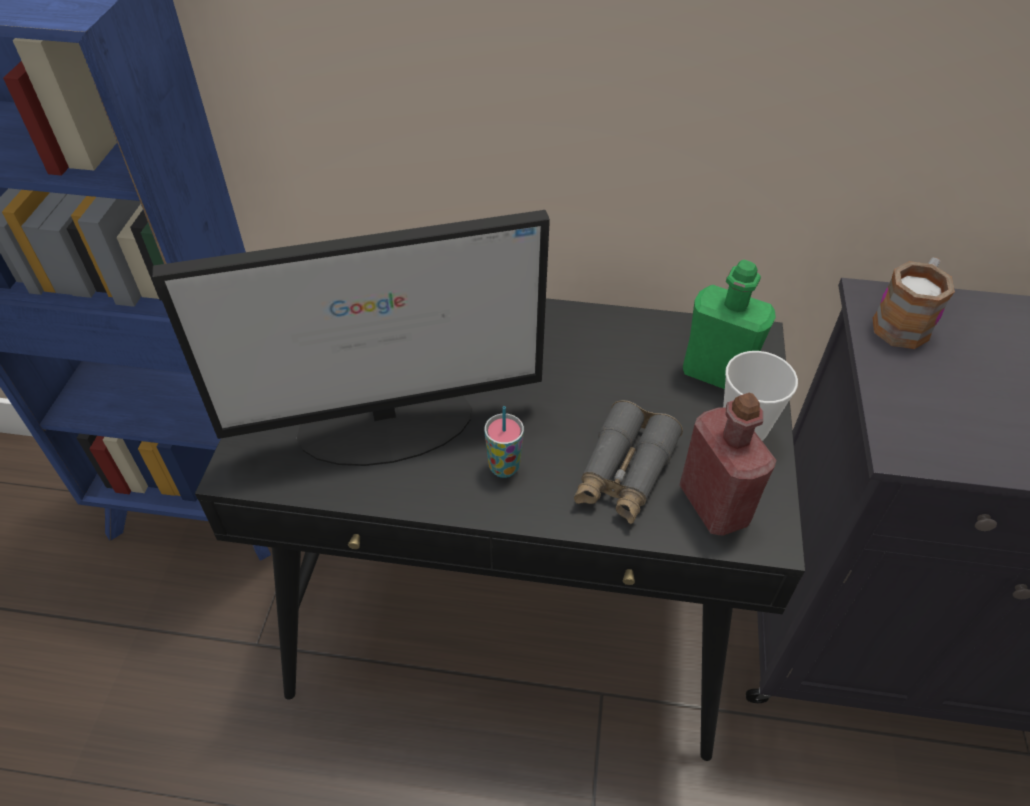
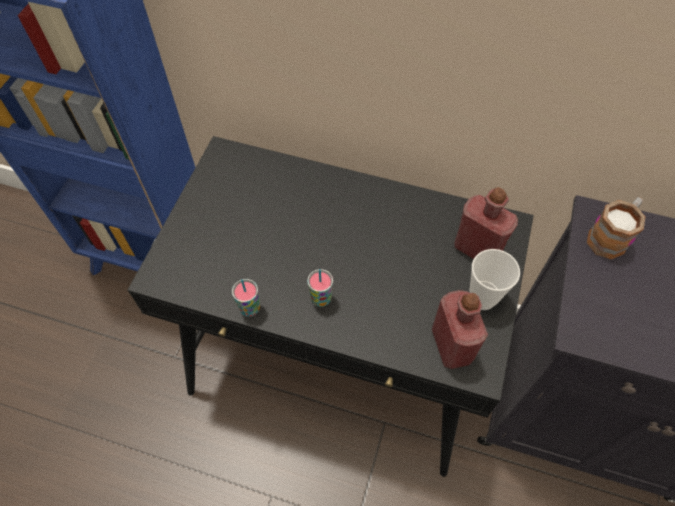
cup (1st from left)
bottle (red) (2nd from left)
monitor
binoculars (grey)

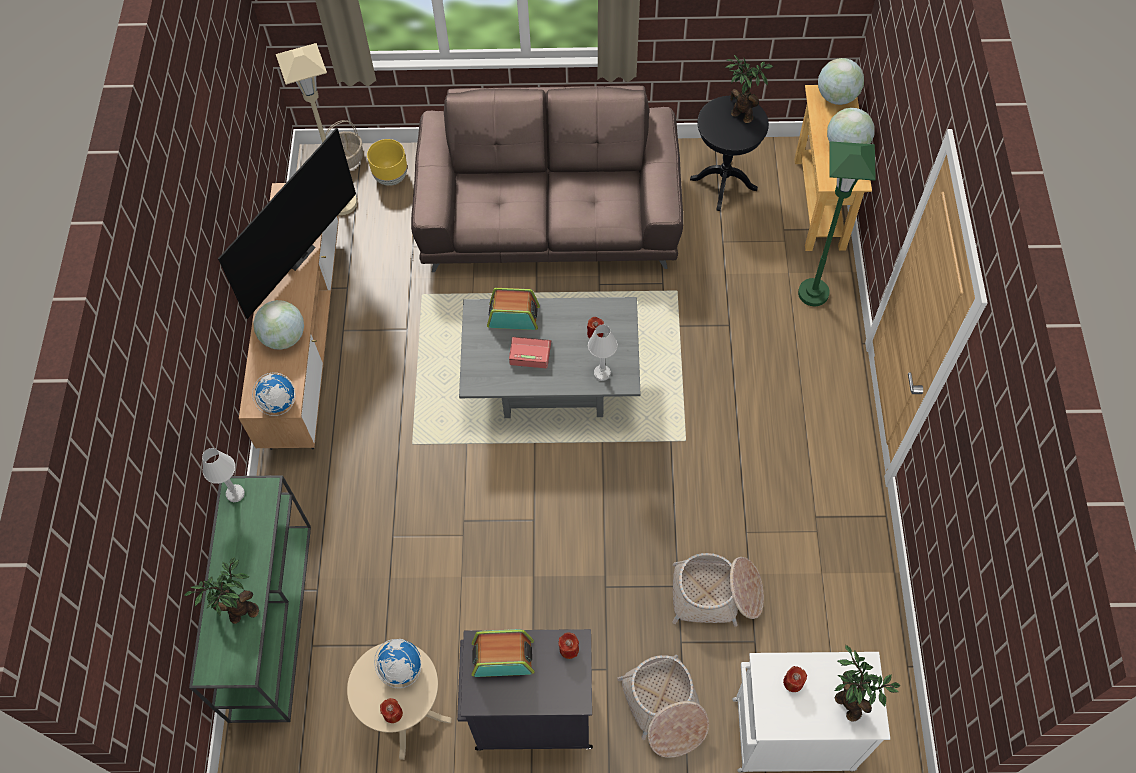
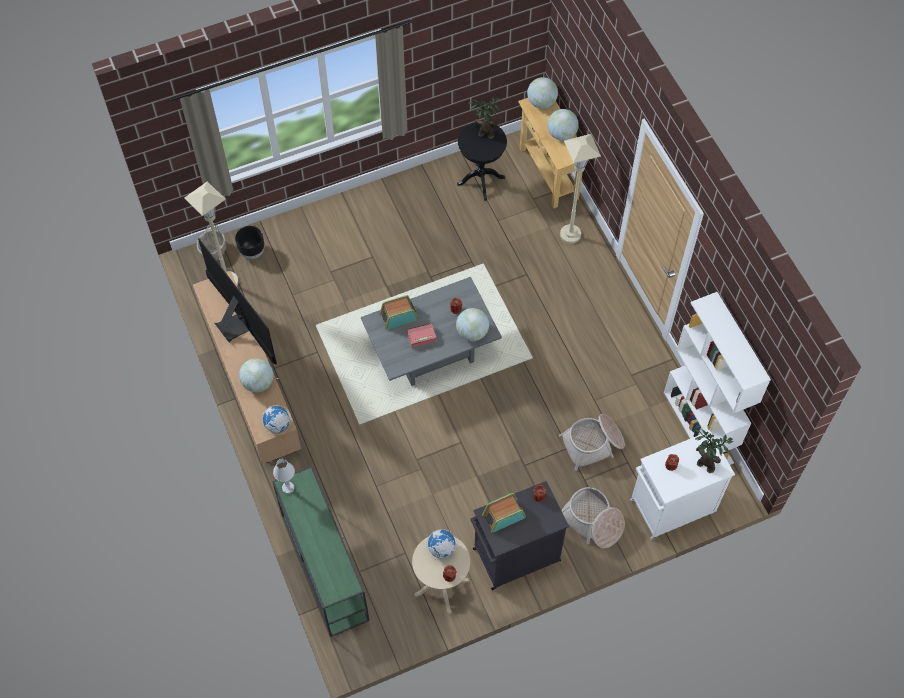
television
planter (black)
globe (4th from left)
floor lamp (beige) (2nd from left)
bookcase (white)
potted plant (1st from left in the first image)
sofa (brown)

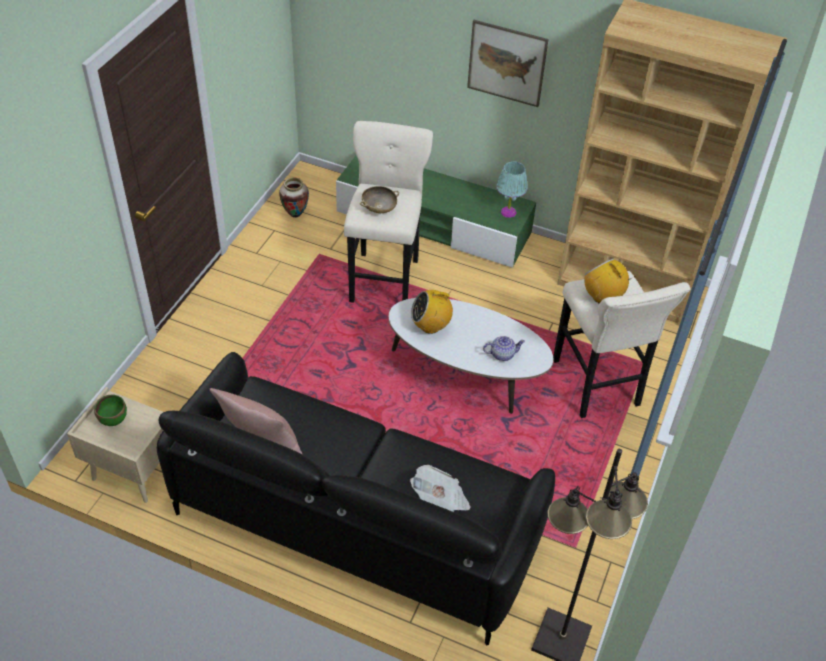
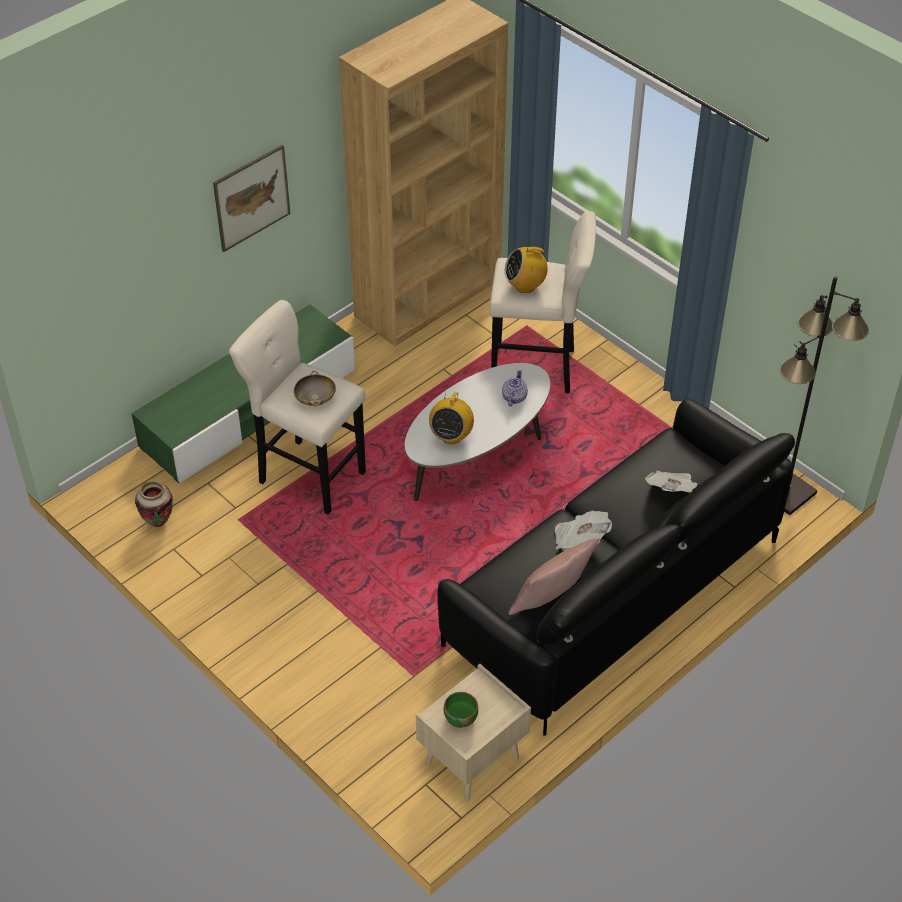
newspaper (1st from left)
table lamp (turquoise)

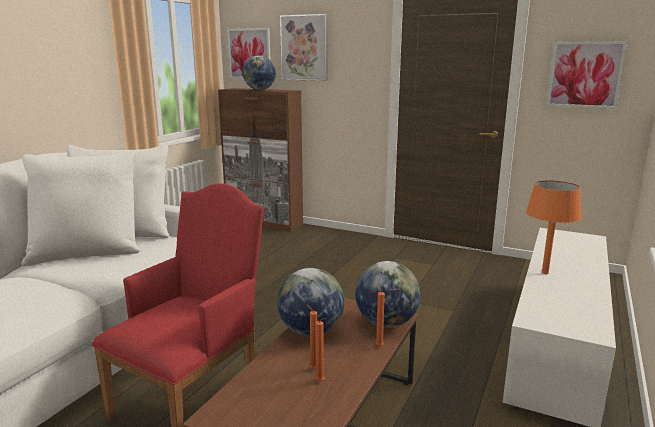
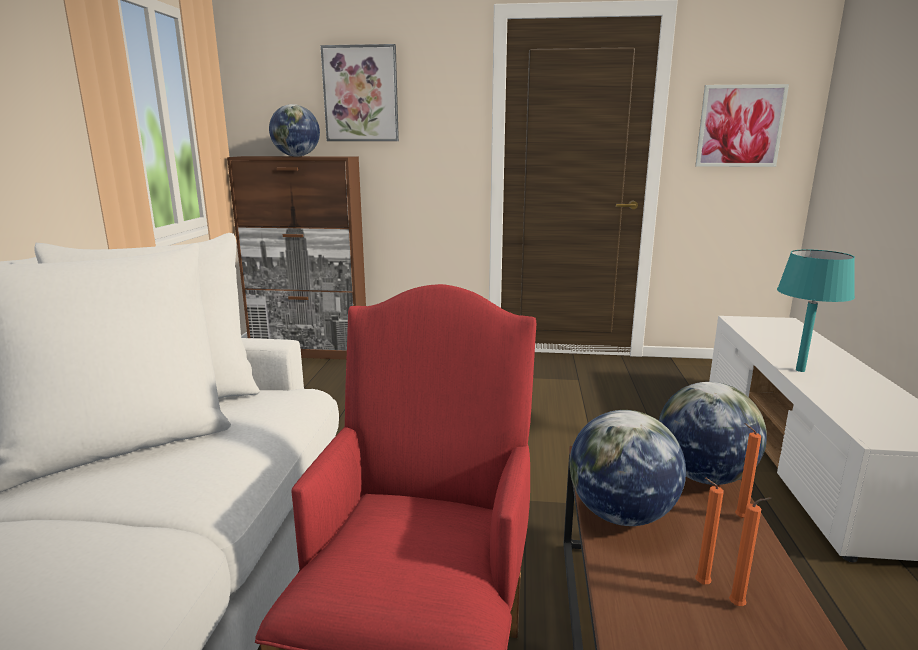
table lamp (turquoise)
picture (1st from left in the first image)

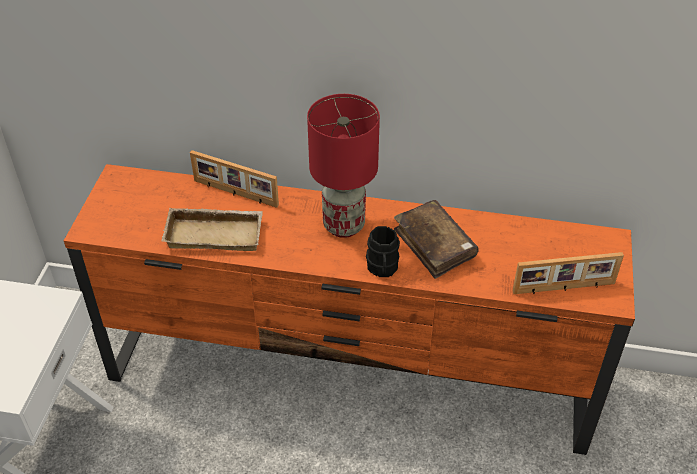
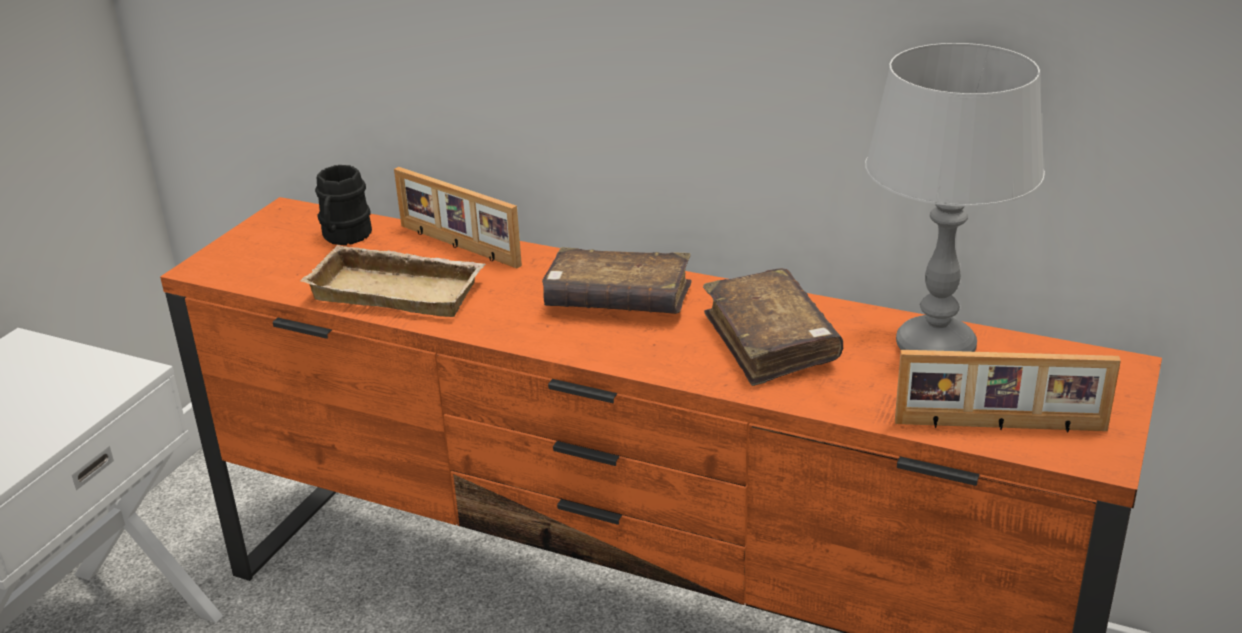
mug (black)
book (brown) (1st from left)
table lamp (grey)

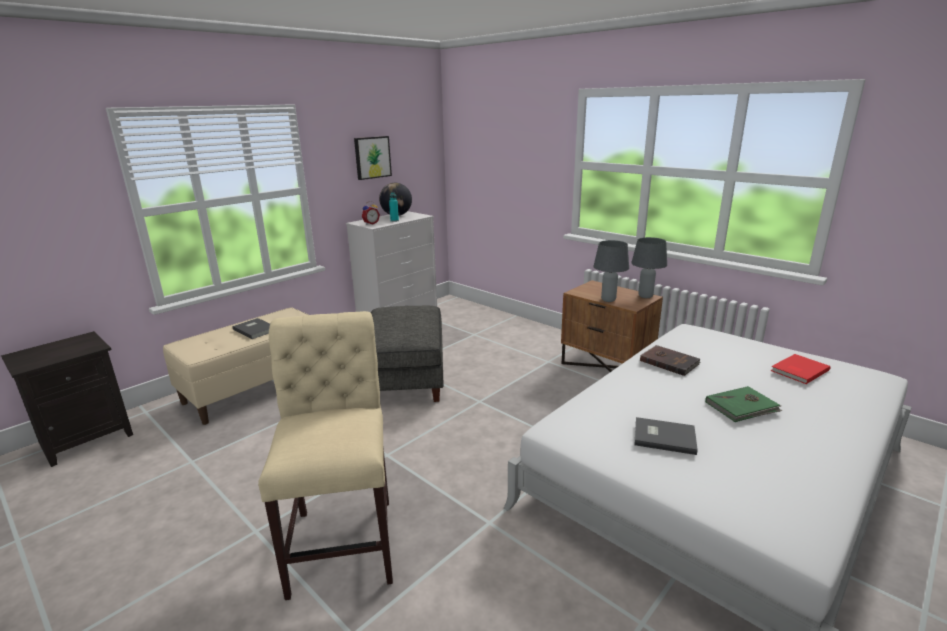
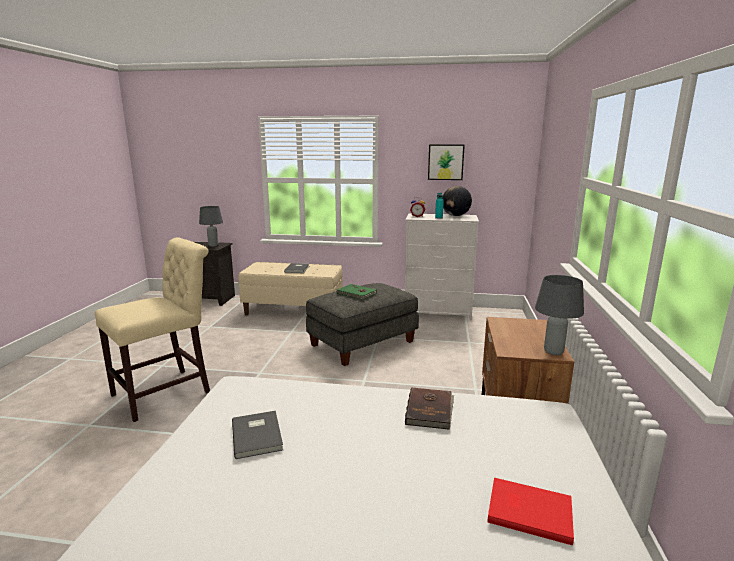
table lamp (grey) (1st from left)
book (green)

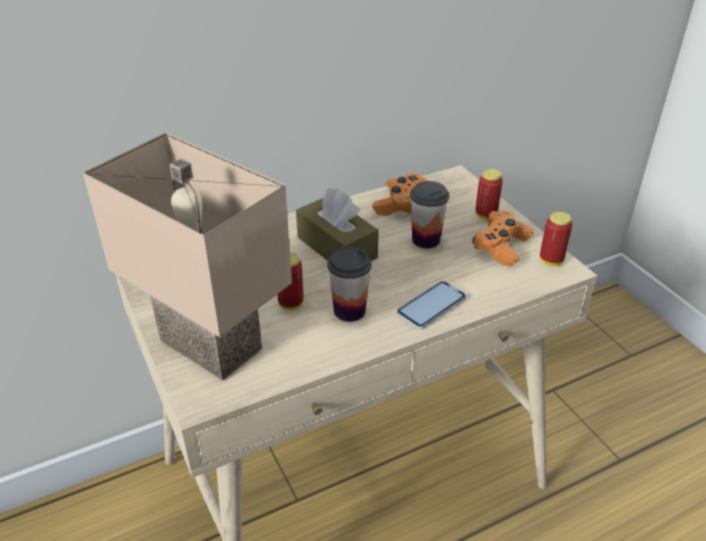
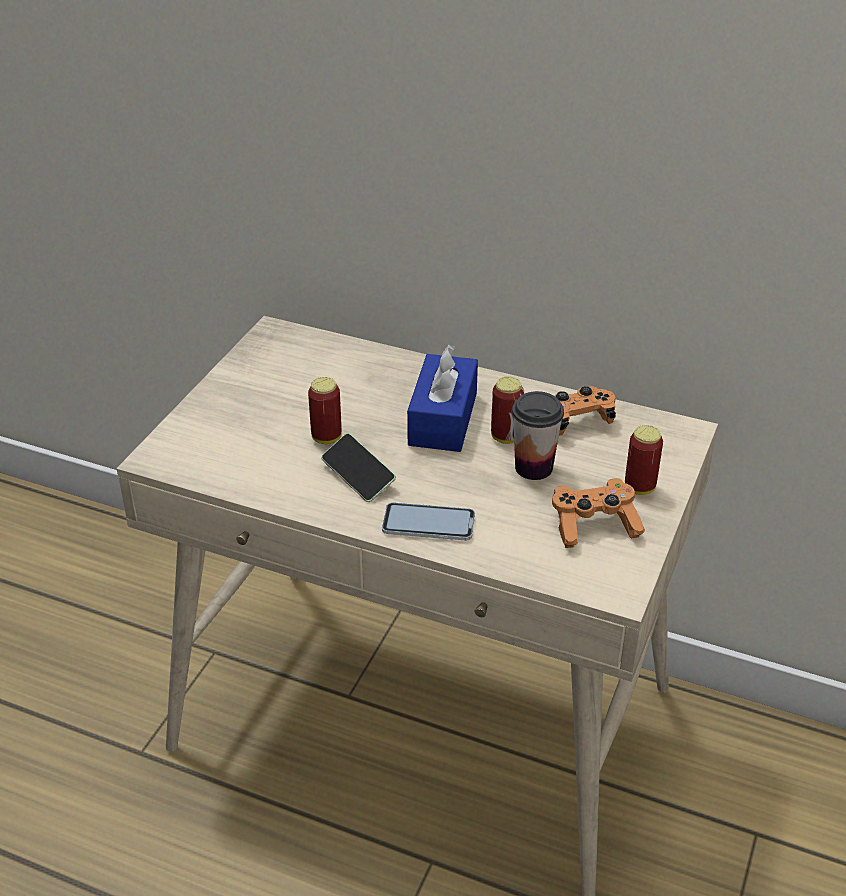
phone (1st from left)
tissue box (blue)
can (2nd from left)
table lamp (beige)

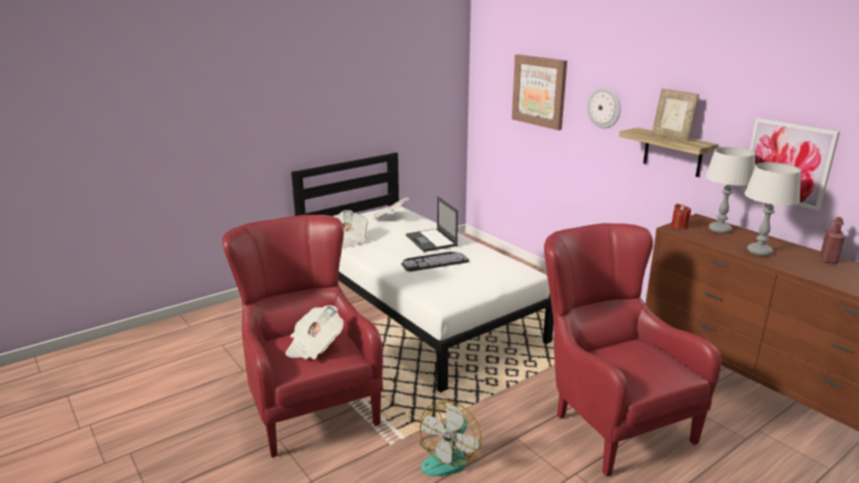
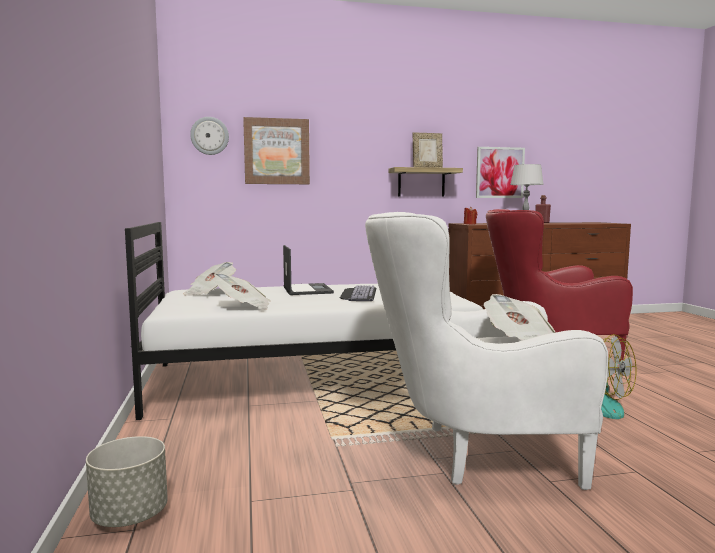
planter (grey)
wall clock
laptop
armchair (white)
table lamp (grey) (1st from left in the first image)

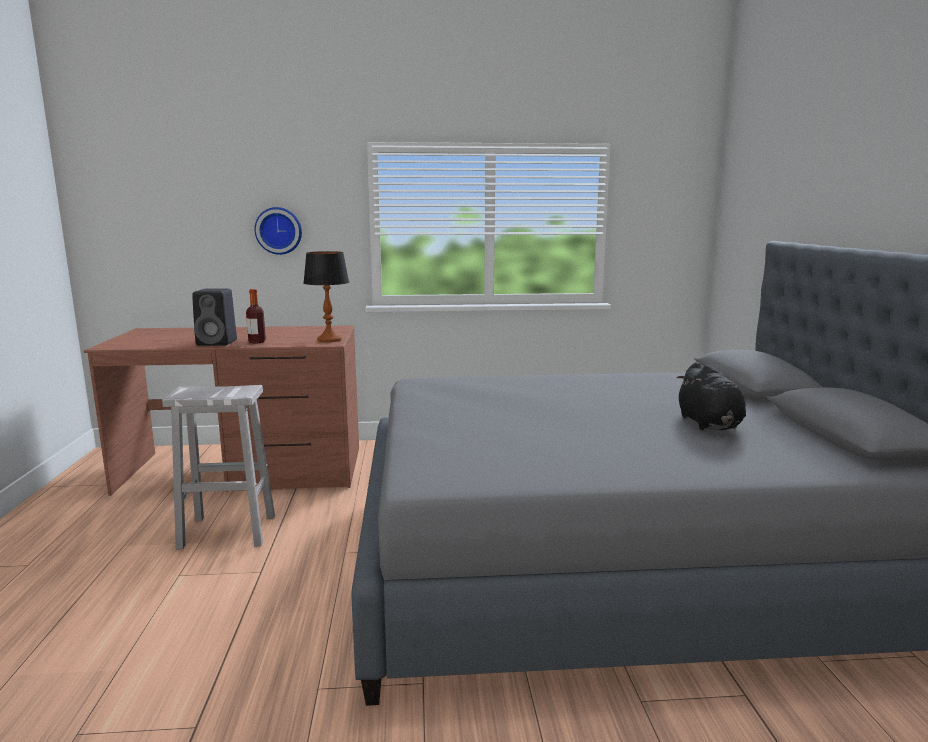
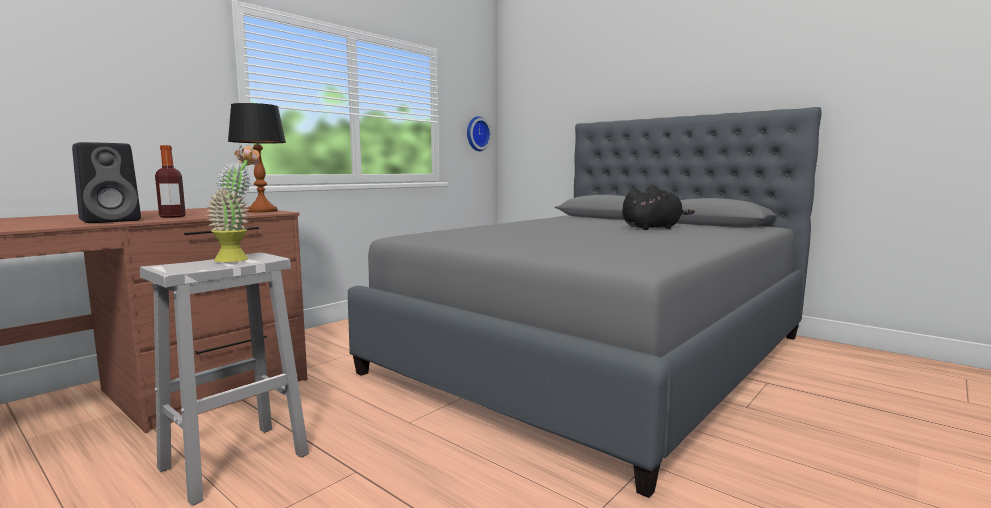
potted plant
wall clock
plush toy (black)

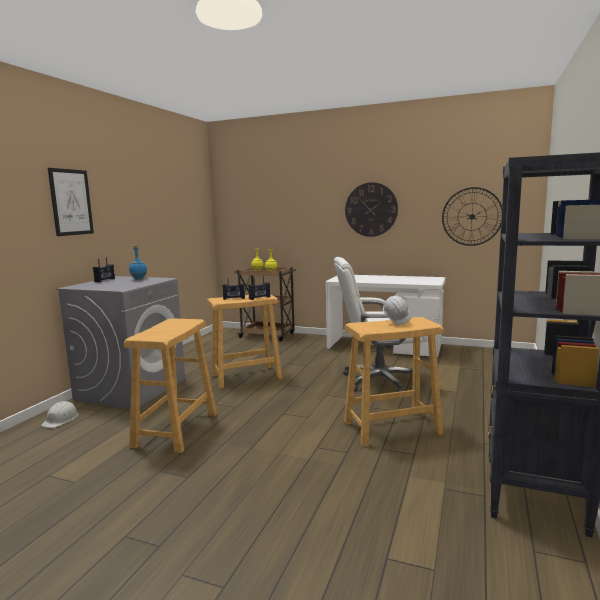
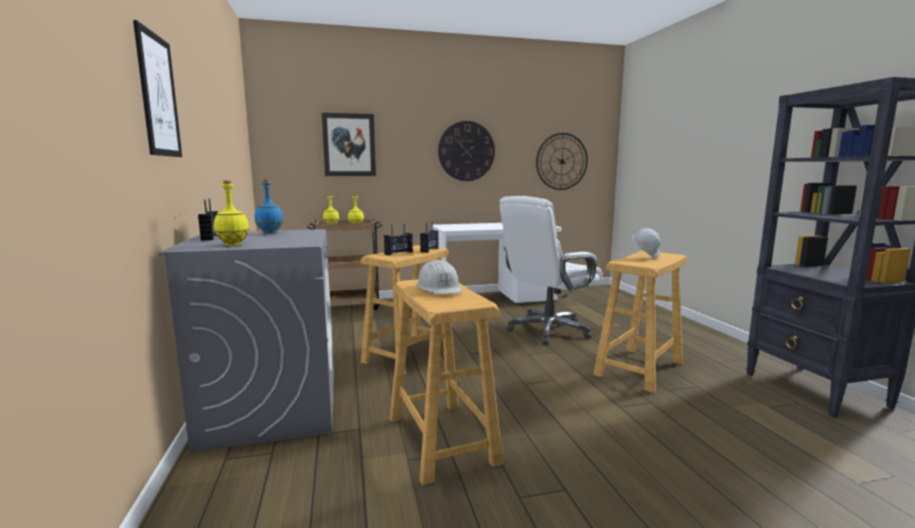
bottle (yellow) (1st from left)
picture (2nd from left)
hard hat (white) (1st from left)

